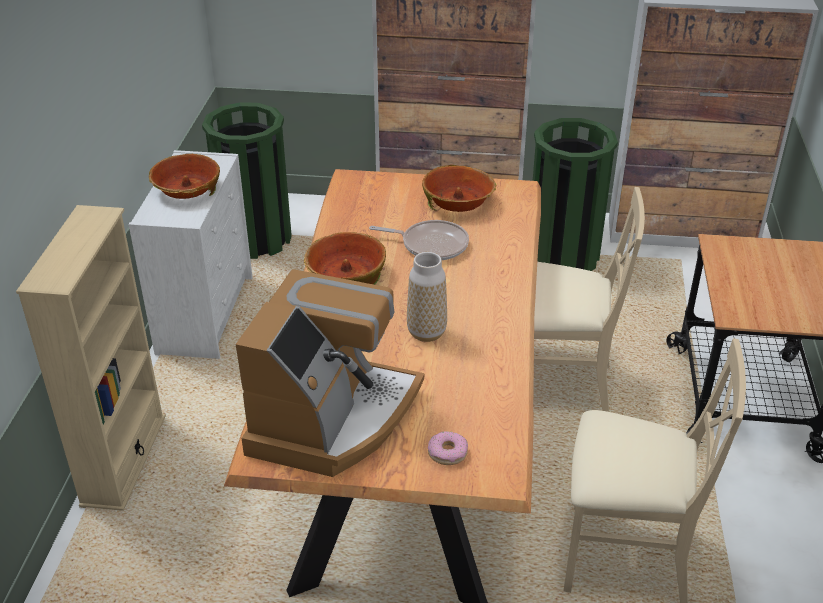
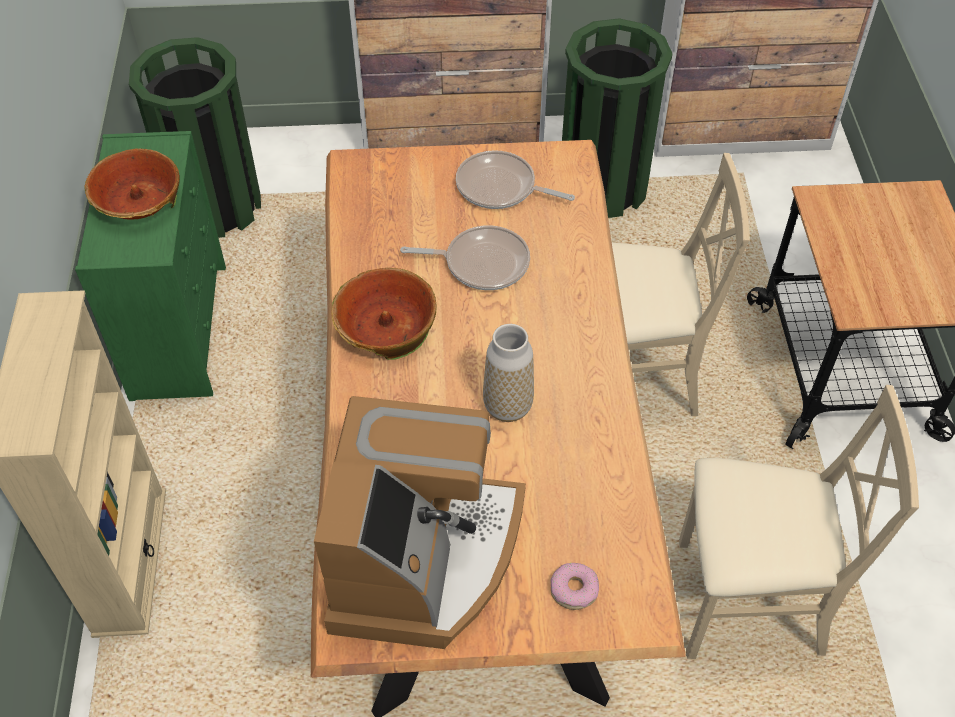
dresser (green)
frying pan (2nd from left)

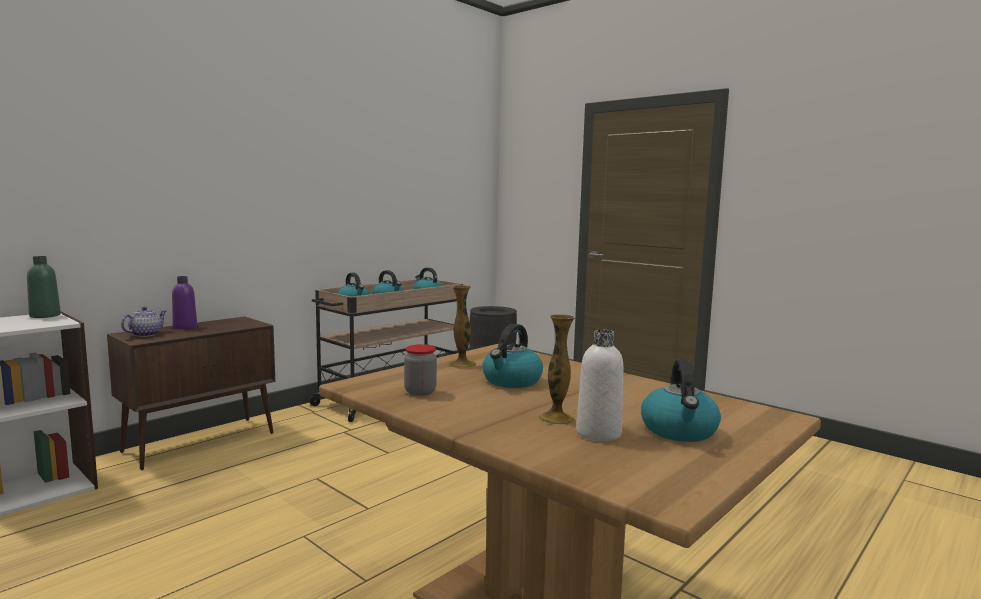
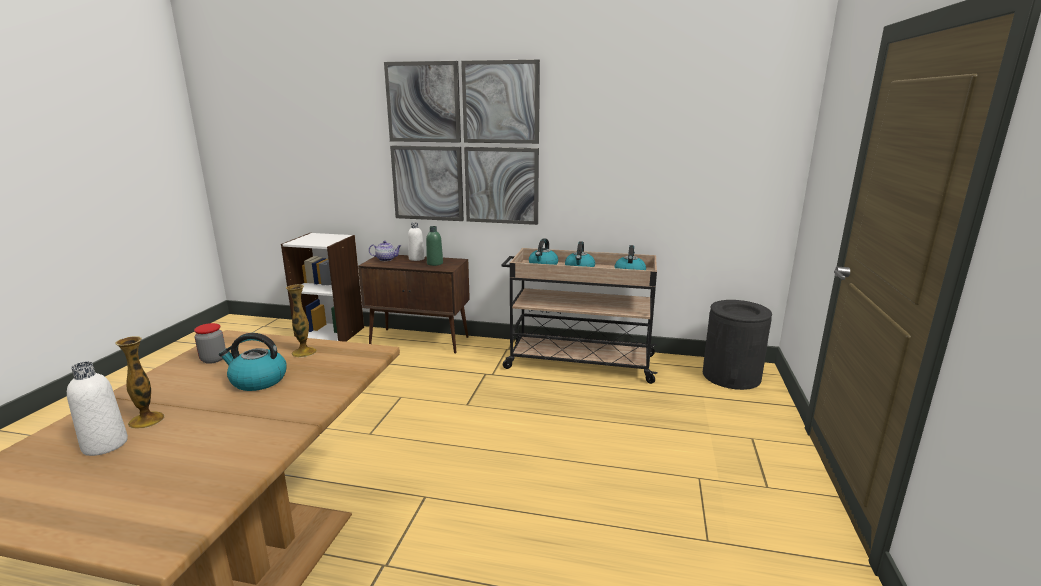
picture
bottle (white) (2nd from left)
bottle (green)
kettle (5th from left in the first image)

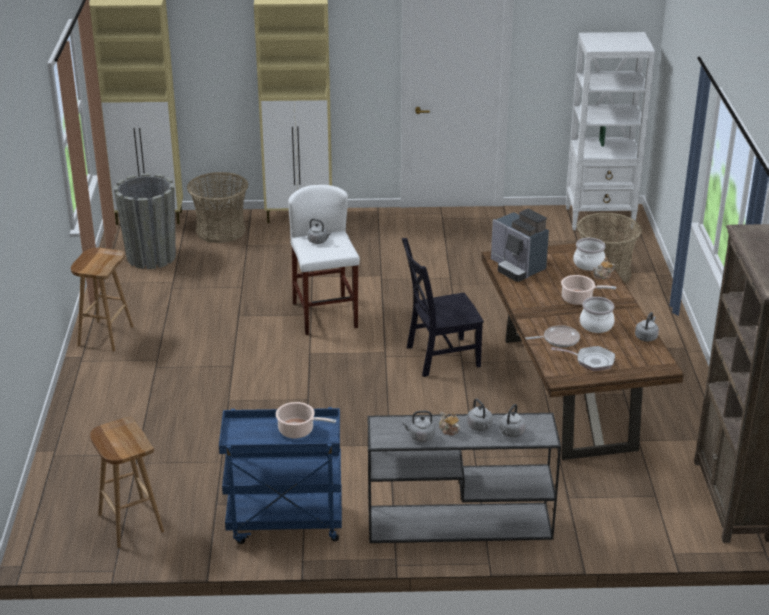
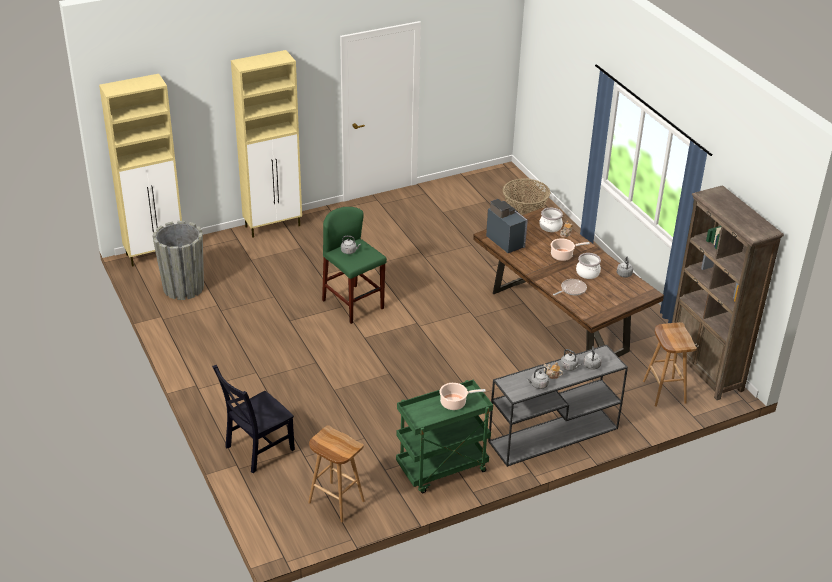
chair (black)
stool (green)
cart (green)
coffee machine
stool (brown) (2nd from left)
basket (1st from left in the first image)
frying pan (2nd from left in the first image)
bookcase (white)

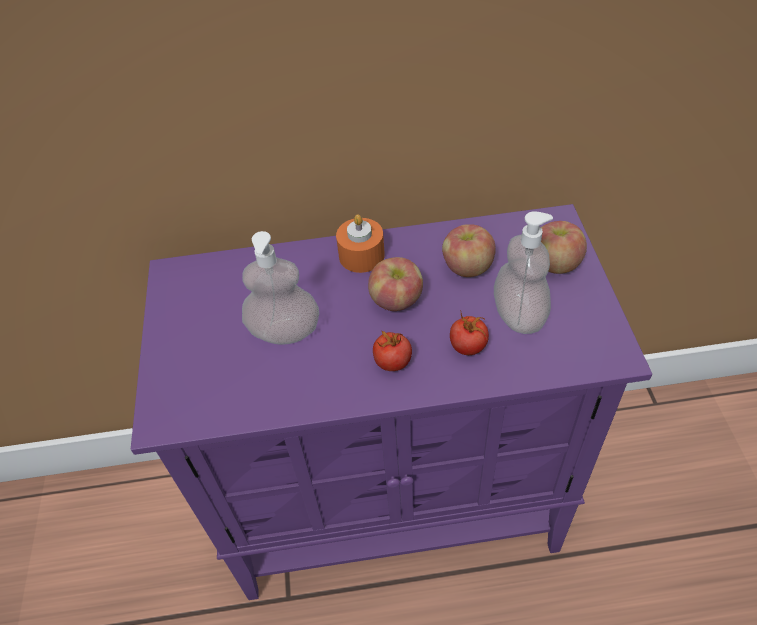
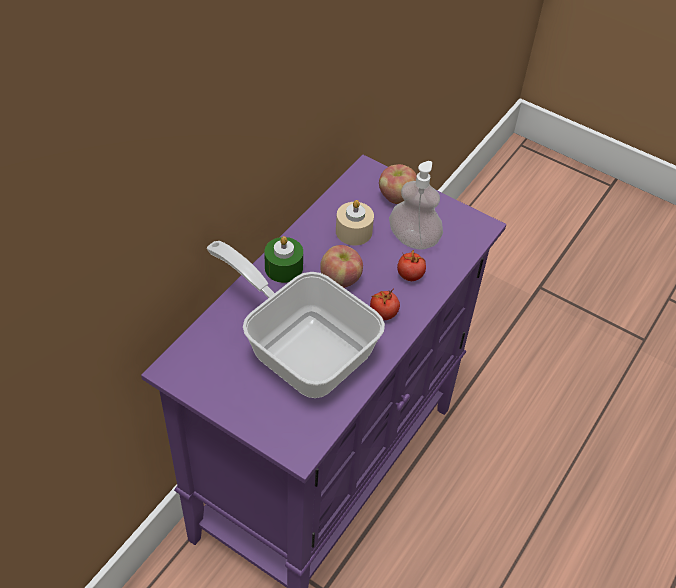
frying pan
candle (green)
candle (beige)

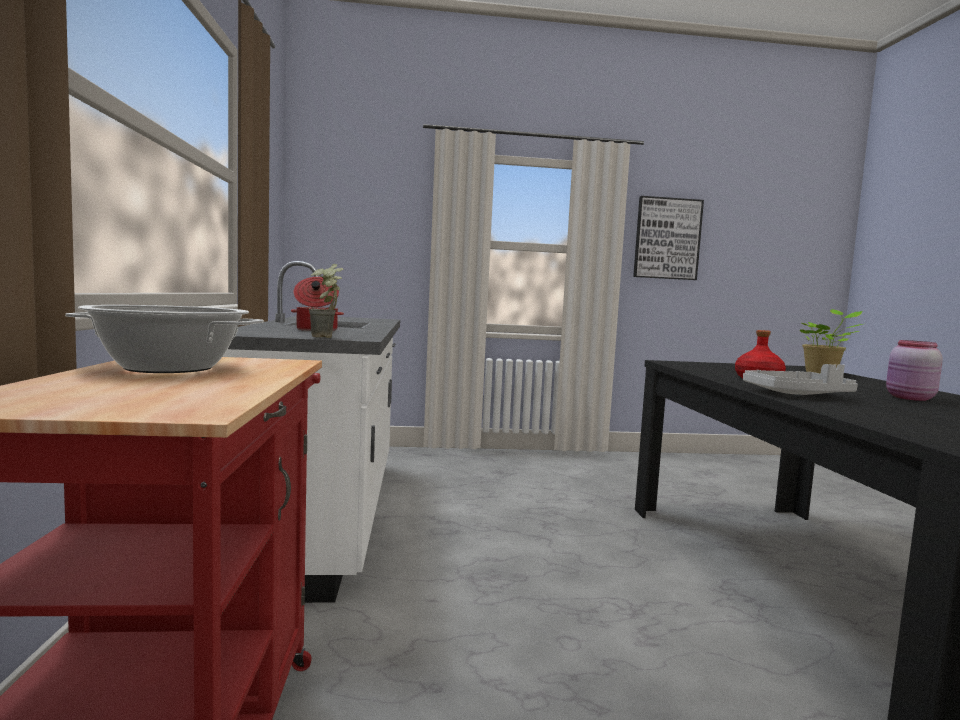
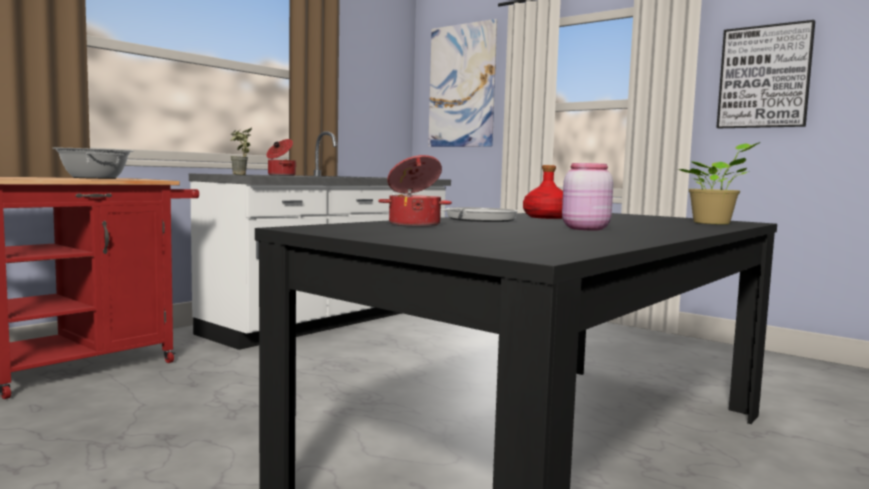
cooking pot (3rd from left)
picture (1st from left)
frying pan

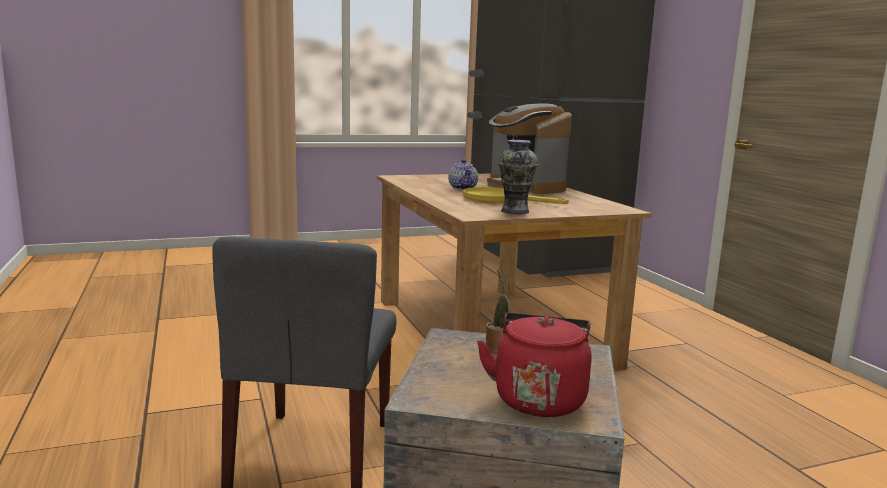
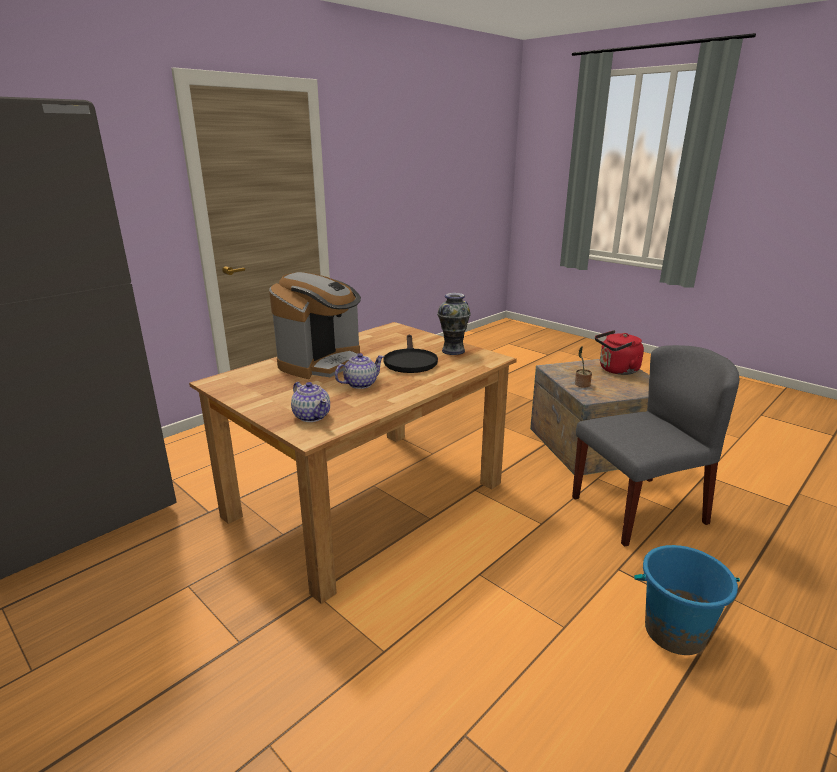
teapot (1st from left)
frying pan (black)
bucket (blue)

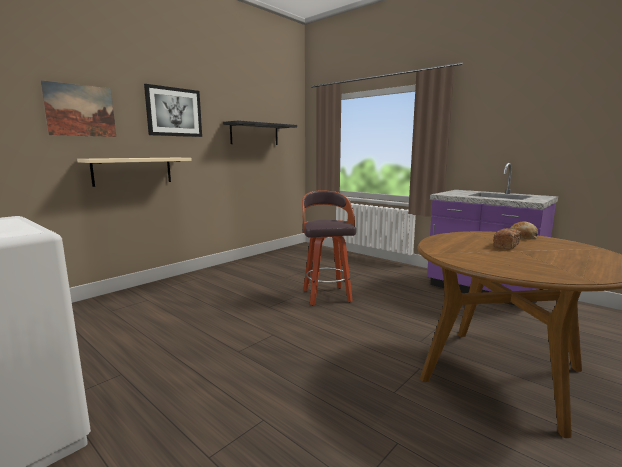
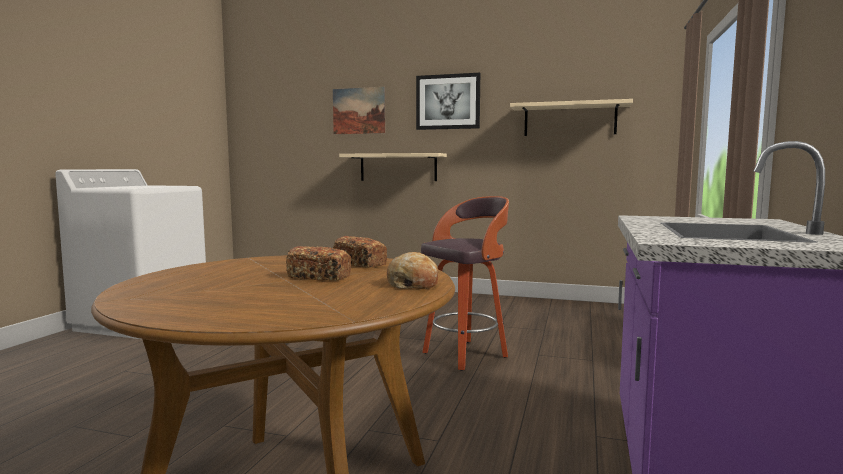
bread (2nd from left)
shelf (beige) (2nd from left)

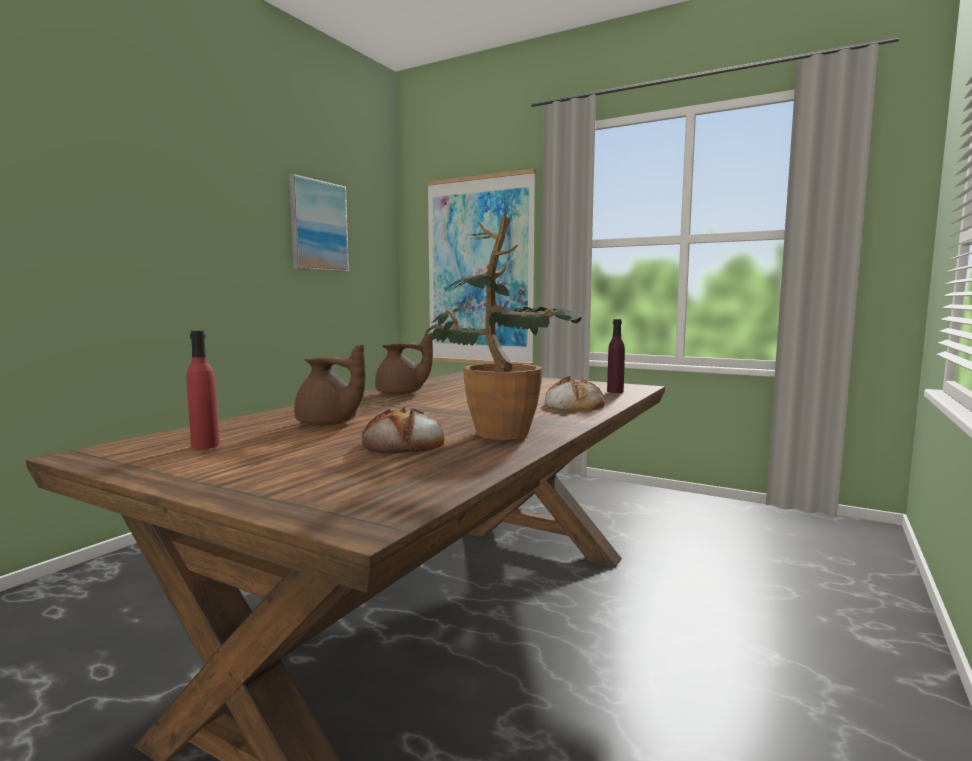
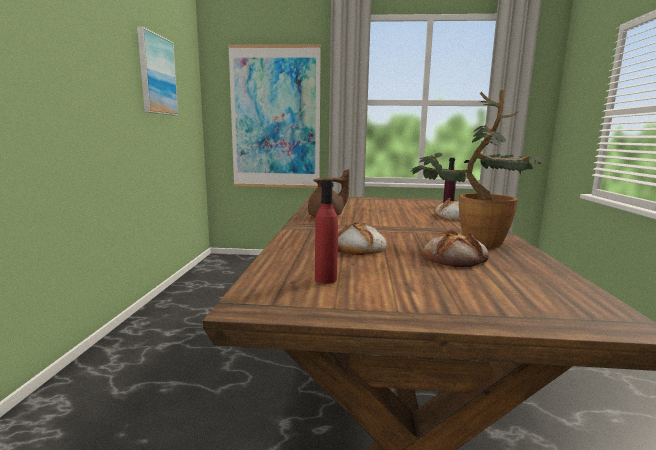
bread (1st from left)

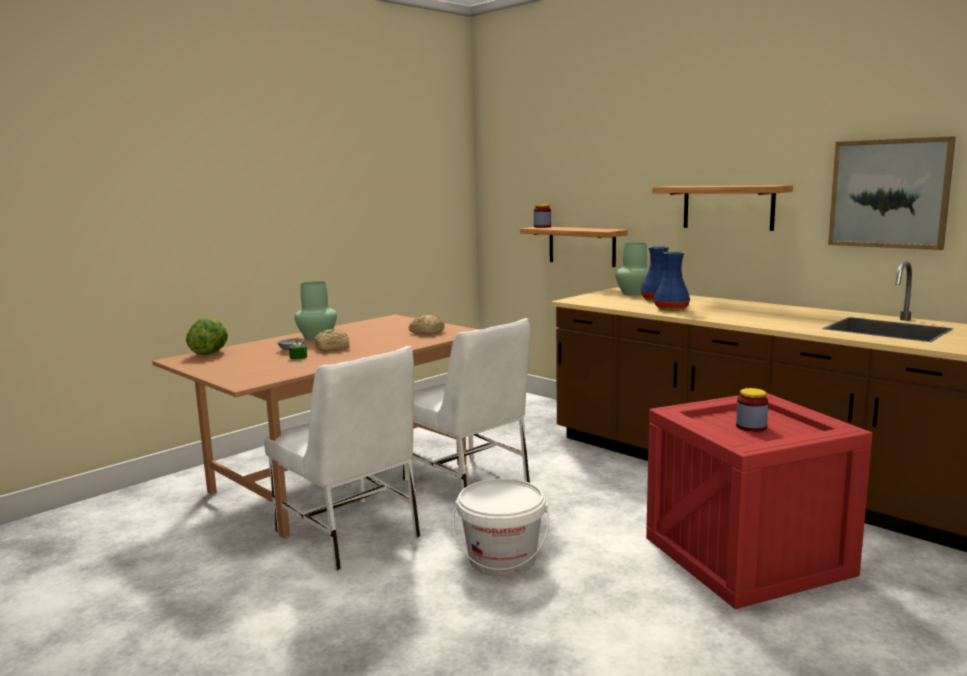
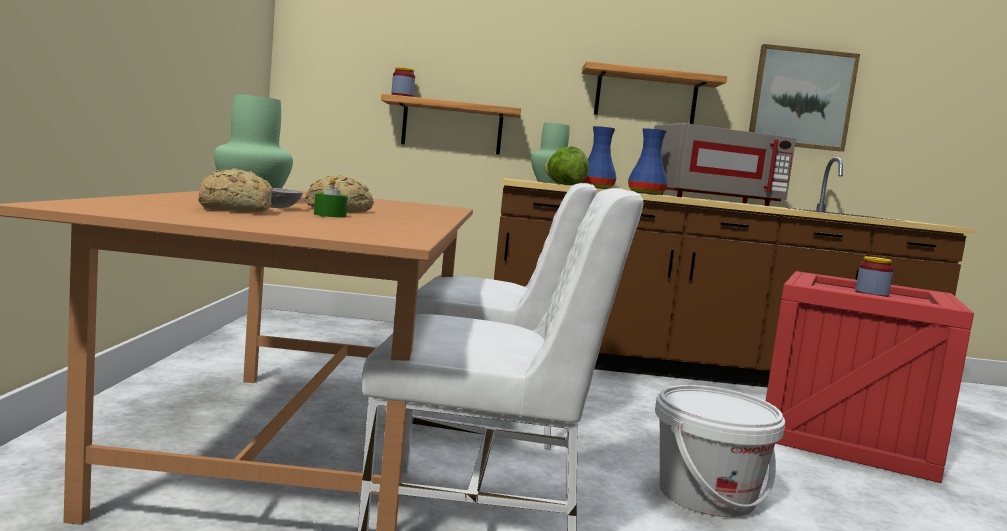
bread (1st from left)
lettuce
microwave (grey)

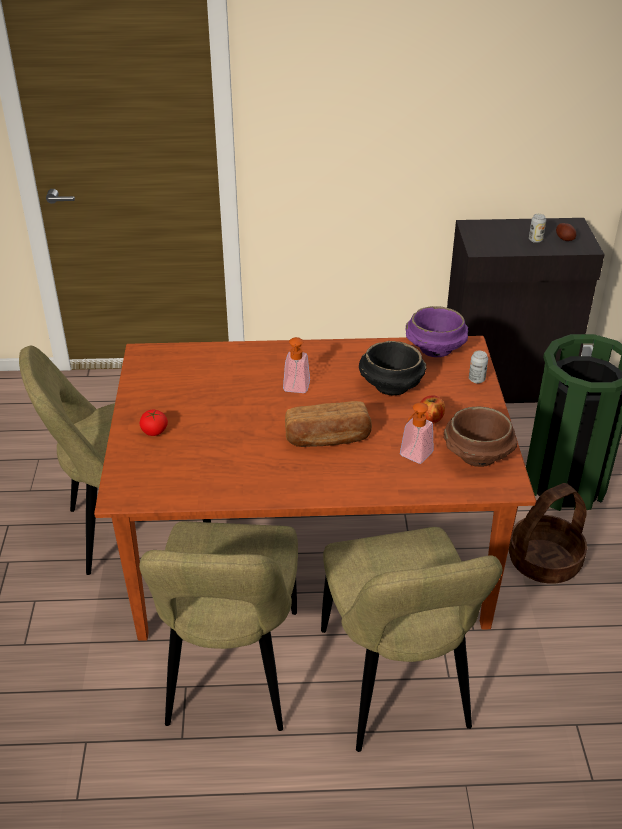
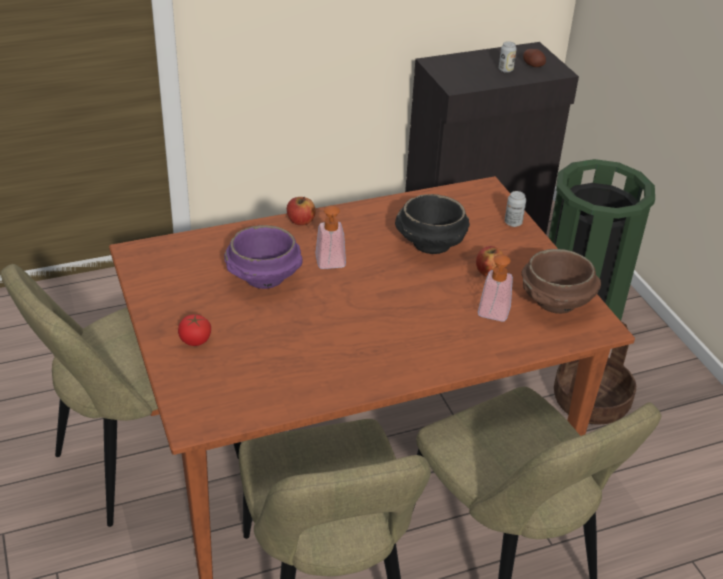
bowl (purple)
apple (1st from left)
bread

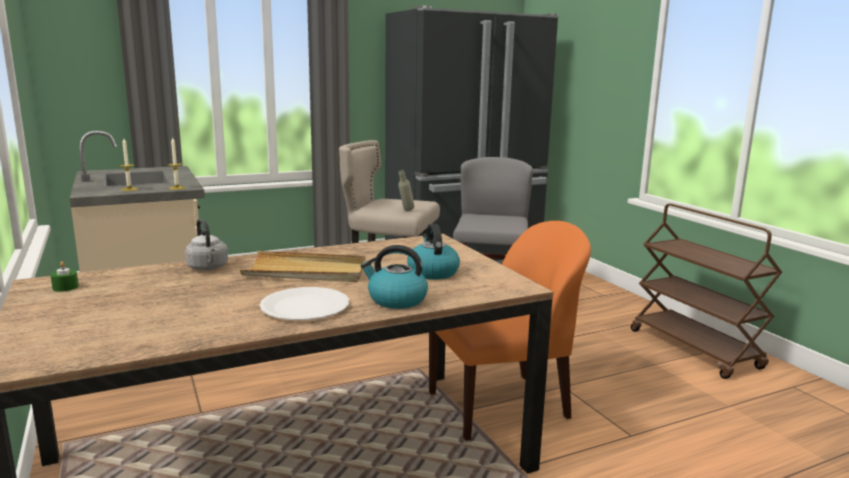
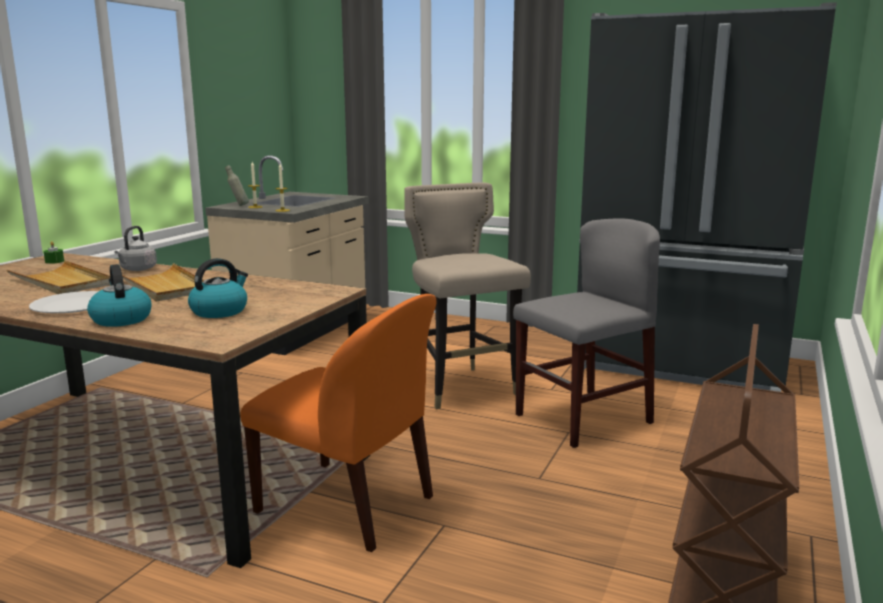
tray (beige) (1st from left)
bottle (grey)

